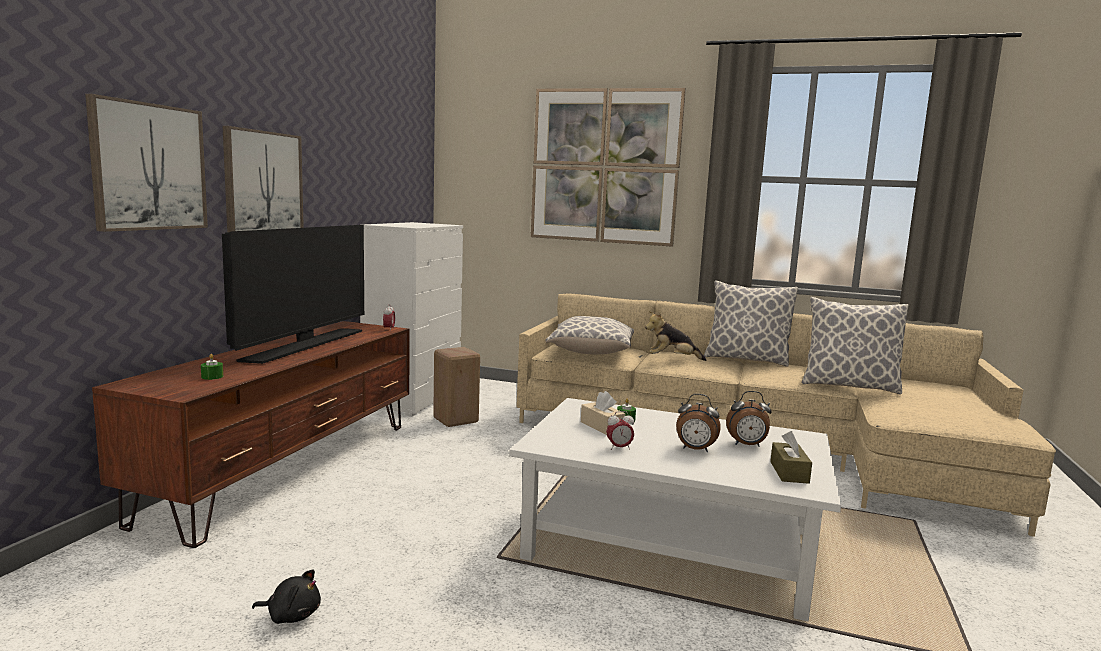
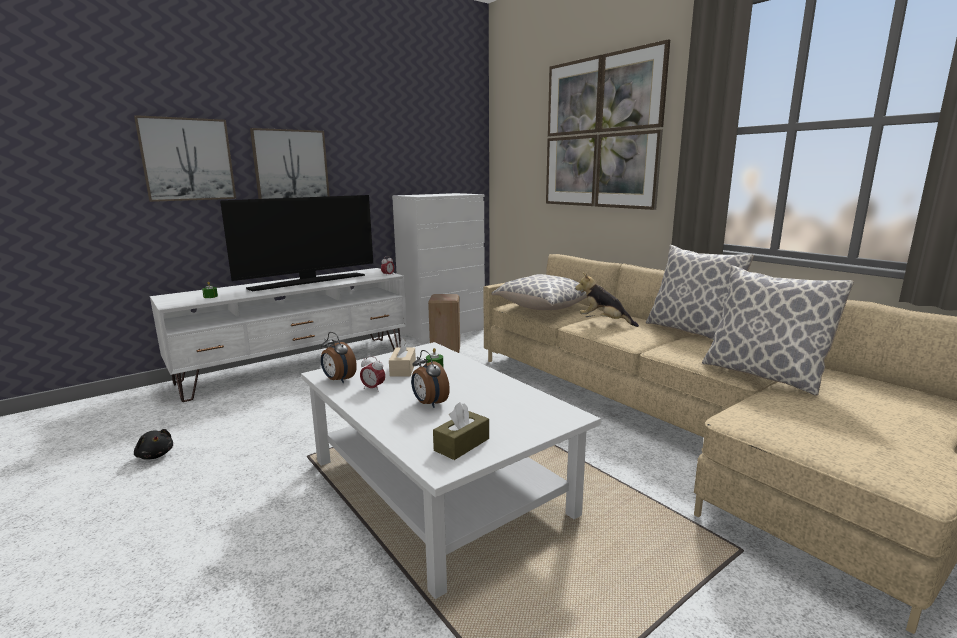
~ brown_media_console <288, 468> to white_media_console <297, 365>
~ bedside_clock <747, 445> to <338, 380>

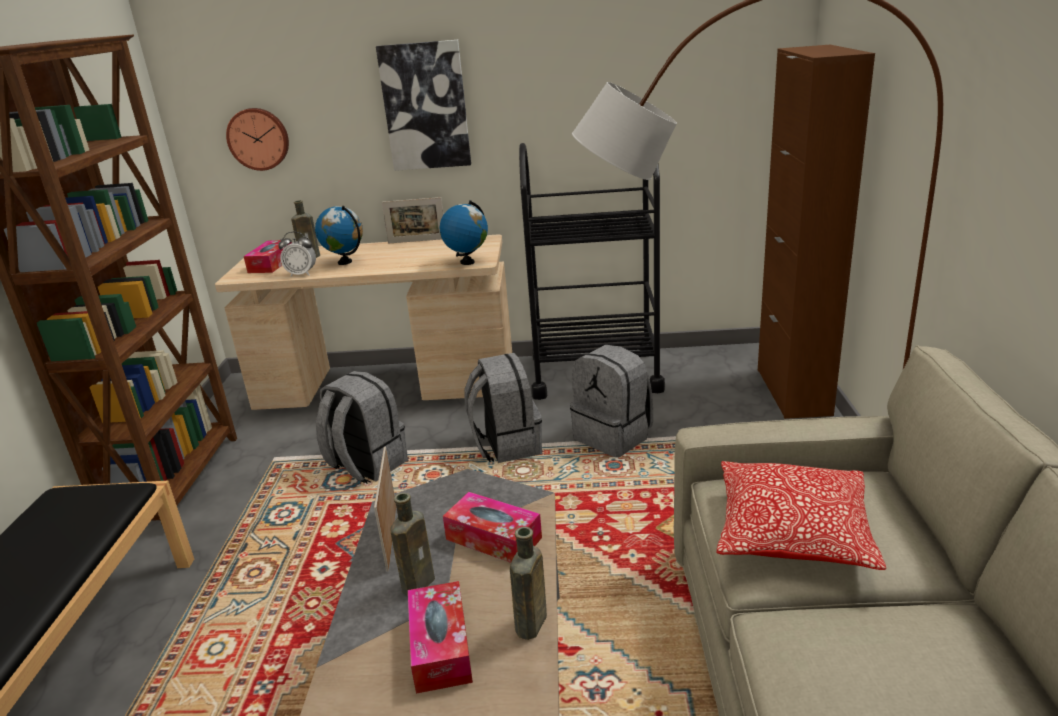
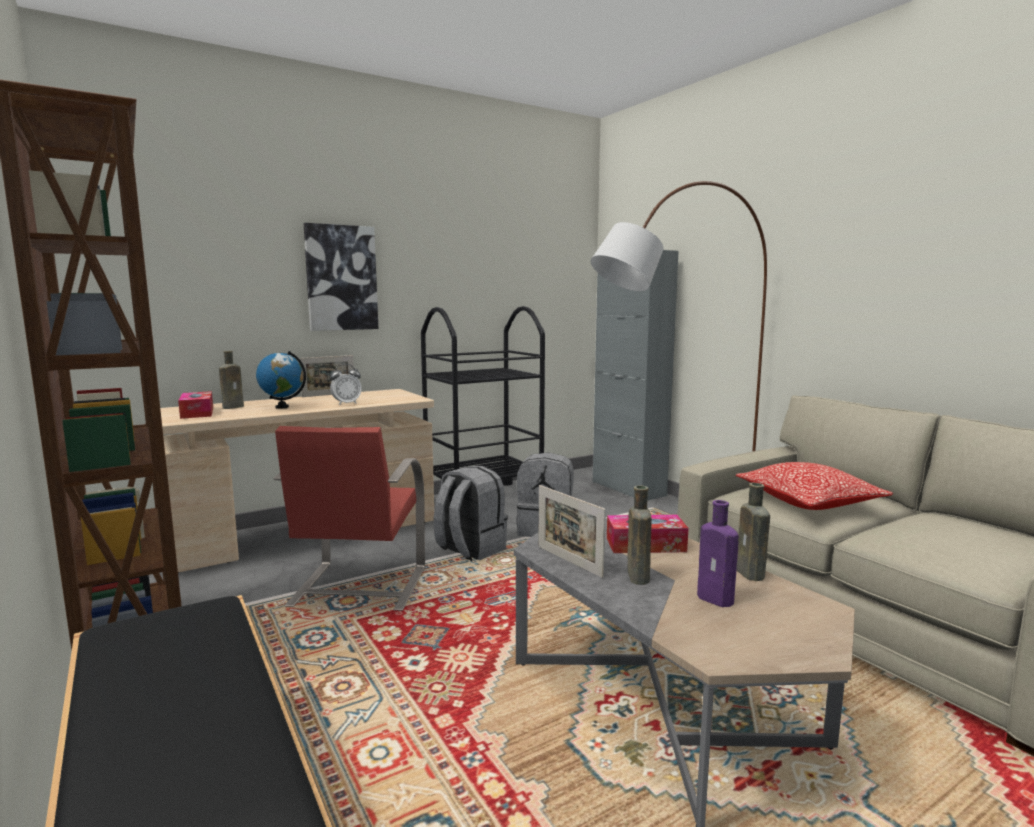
- wall_clock <258, 139>
~ bedside_clock <301, 274> to <346, 403>
~ greyish_backpack <366, 465> to red_plain_chair <357, 587>
~ tissue_holder <440, 647> to purple_drink_bottle <717, 600>
- desk_globe <467, 262>
~ brown_cabinet <793, 391> to greyish_cabinet <628, 488>

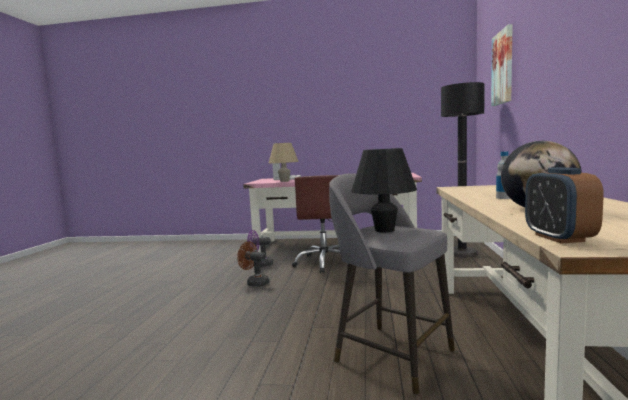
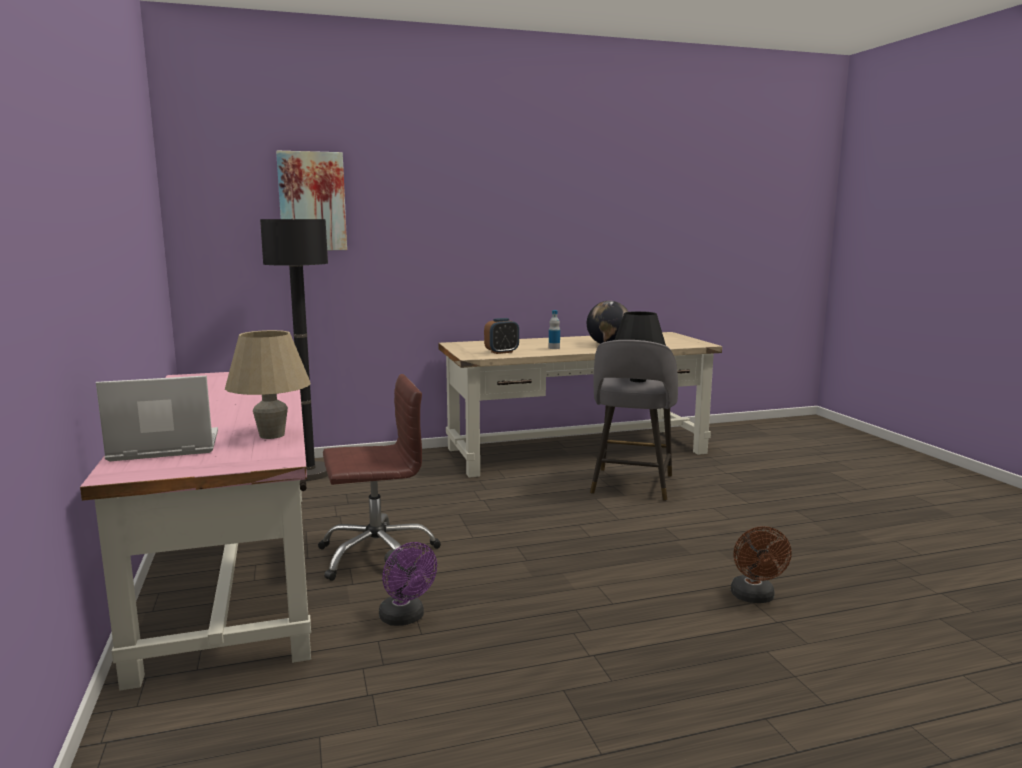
~ brown_cooling_fan <254, 283> to <754, 598>
~ bedside_clock <559, 238> to <502, 352>

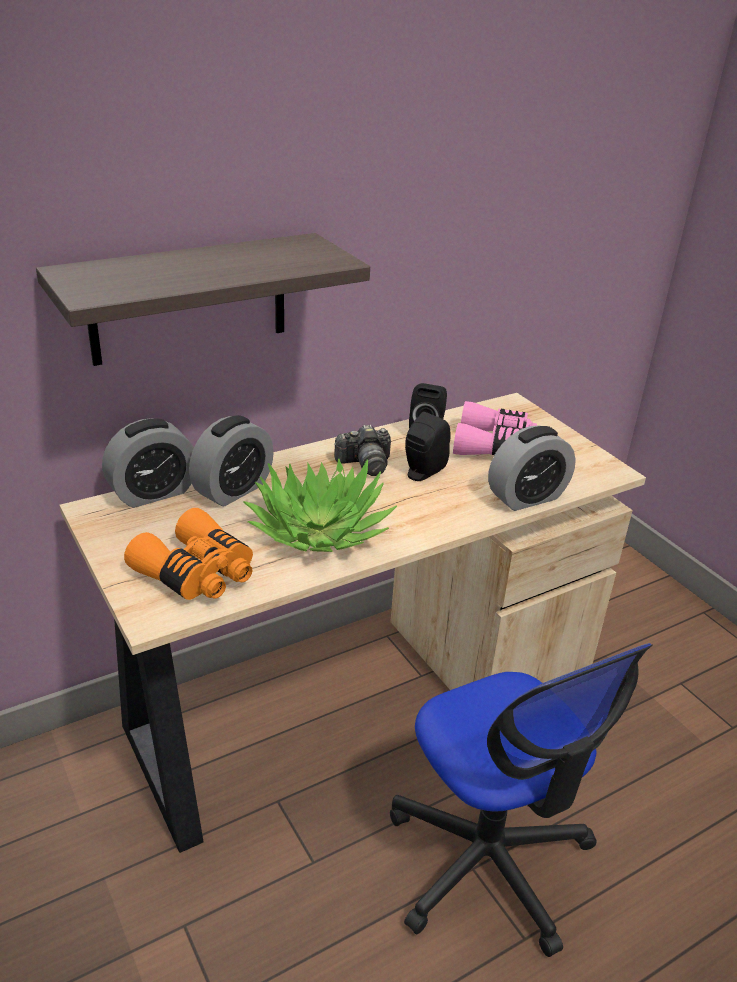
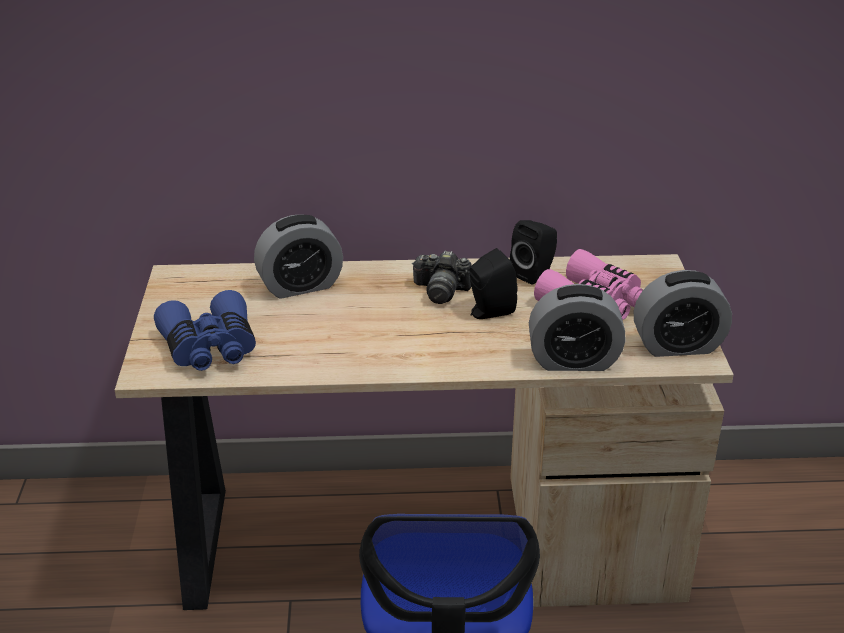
- bracket_shelf <189, 299>
~ bedside_clock <153, 493> to <677, 346>
~ orange_field_glasses <197, 573> to blue-coloured_field_glasses <210, 348>
- plant_in_a_pot <319, 529>

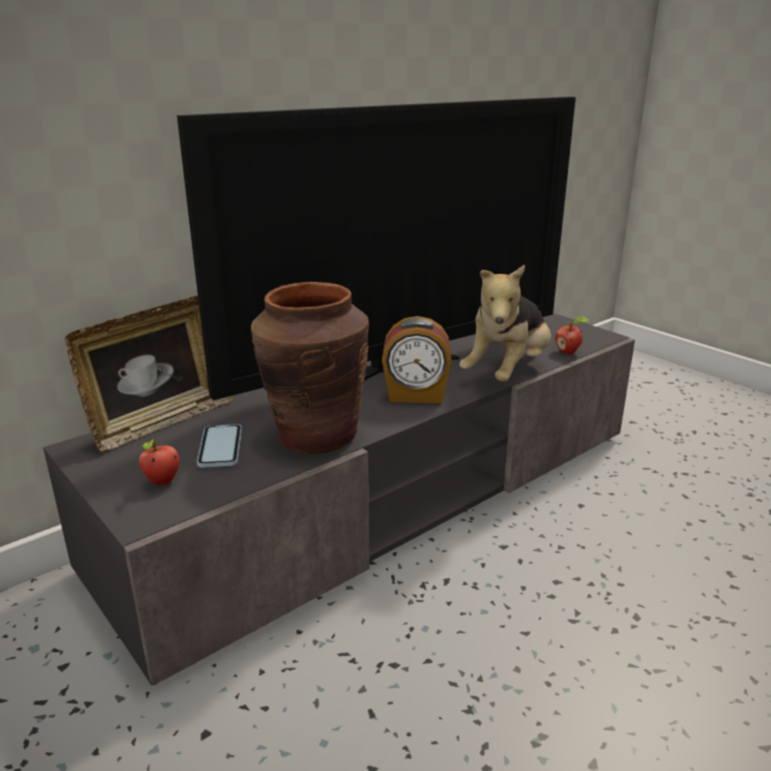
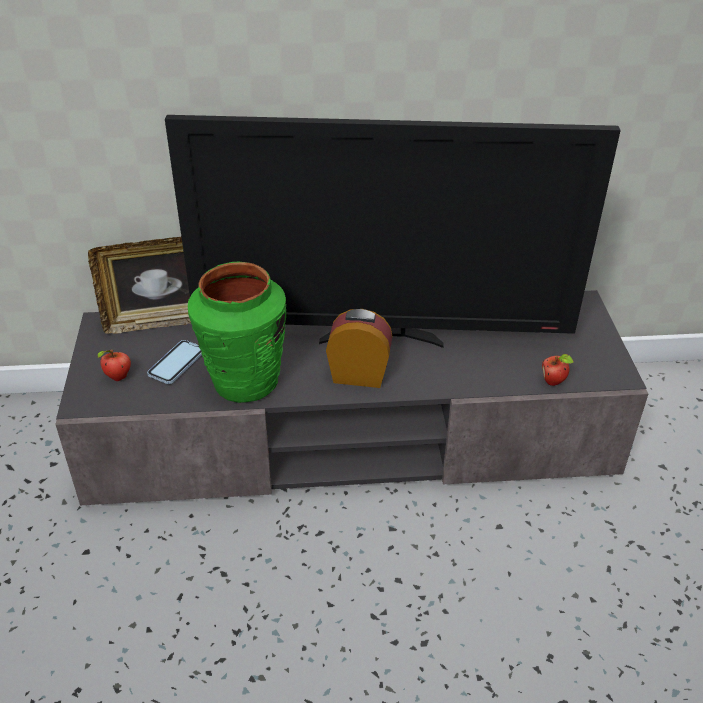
~ brown_decorative_vase <316, 436> to green_decorative_vase <245, 382>
~ bedside_clock <415, 396> = <359, 374> 150 degrees clockwise
- cuddly_toy <508, 372>

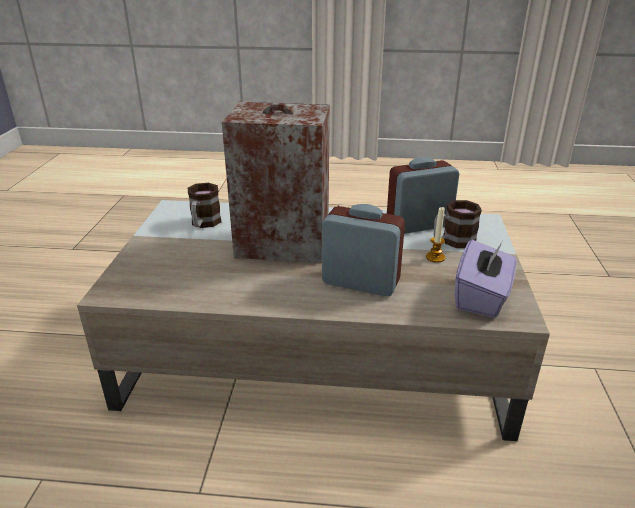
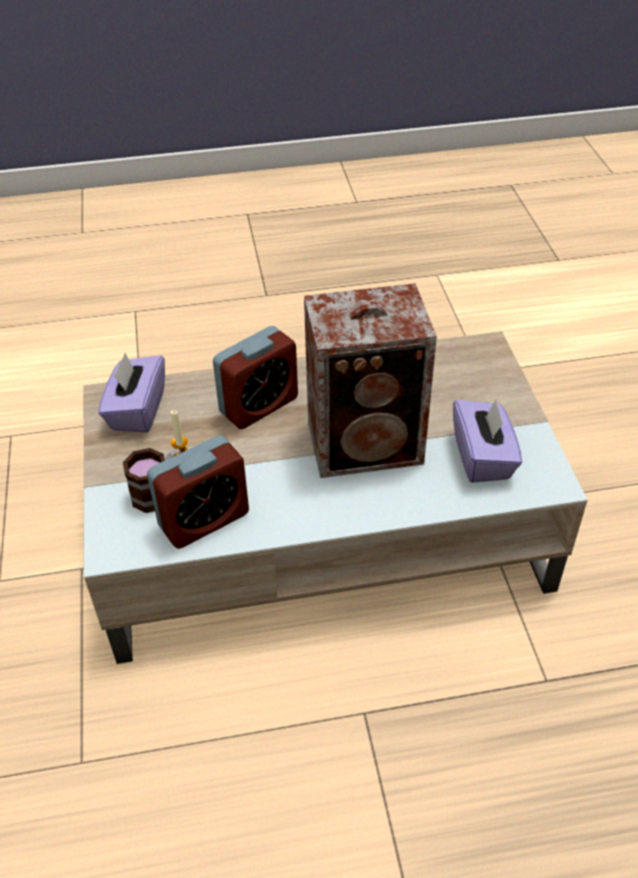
~ mug <204, 224> to purple_tissue_holder <483, 458>
~ bedside_clock <360, 282> = <259, 405> 45 degrees counterclockwise

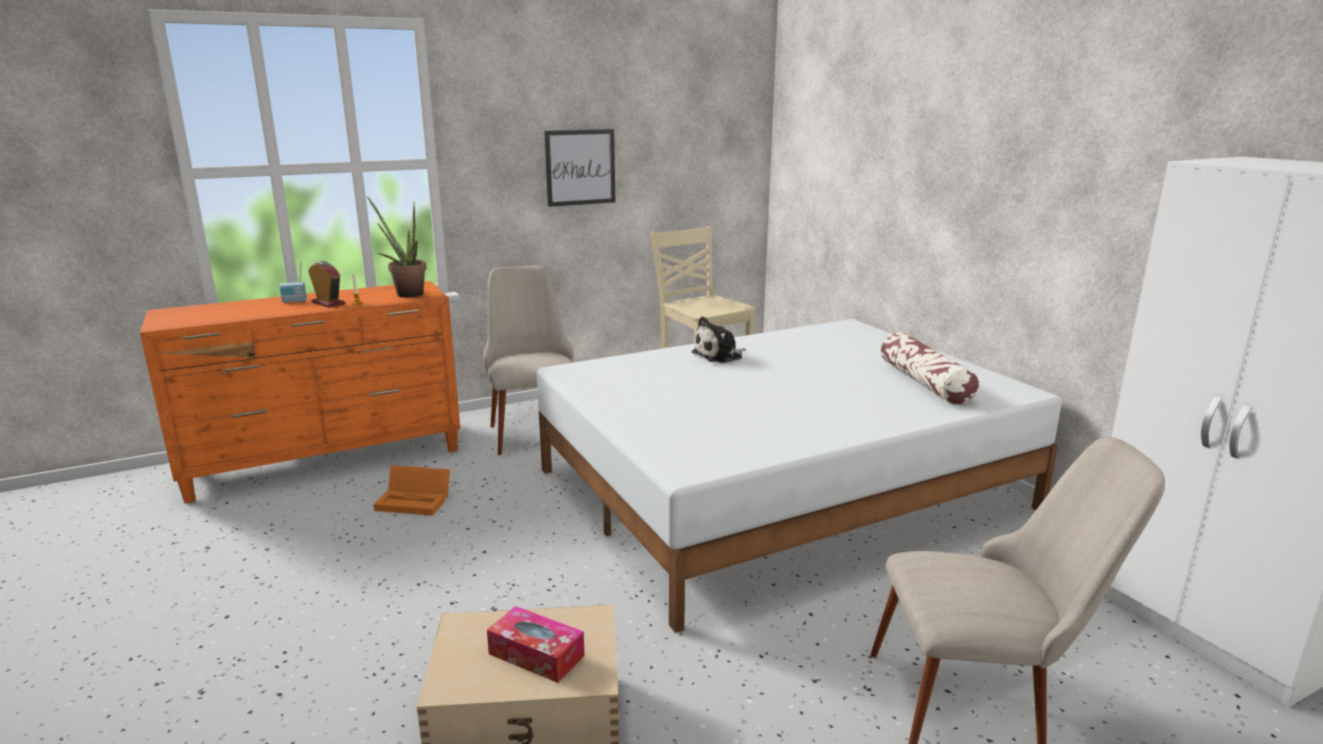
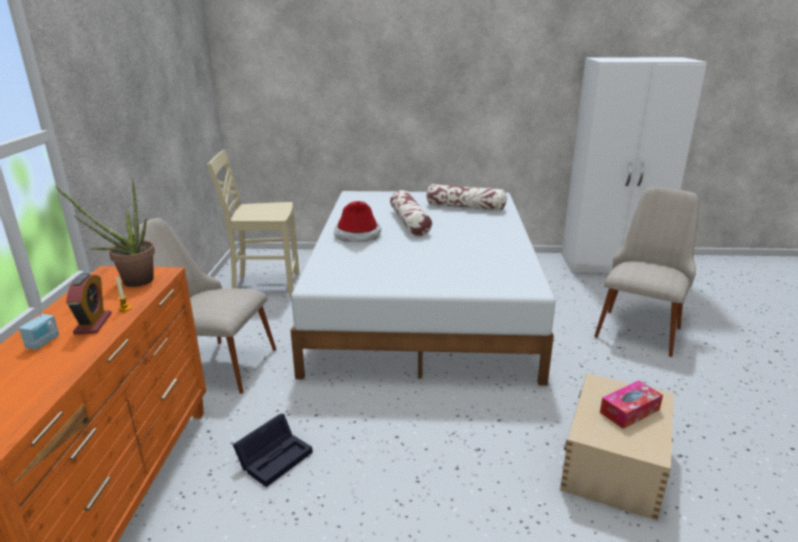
~ bedside_clock <328, 303> = <93, 323> 105 degrees clockwise
~ orange_storage_box <416, 501> to blackish_storage_box <276, 457>
- wall_art <580, 167>
~ cuddly_toy <720, 355> to wearable_hat <357, 235>
+ throw_pillow <410, 222>

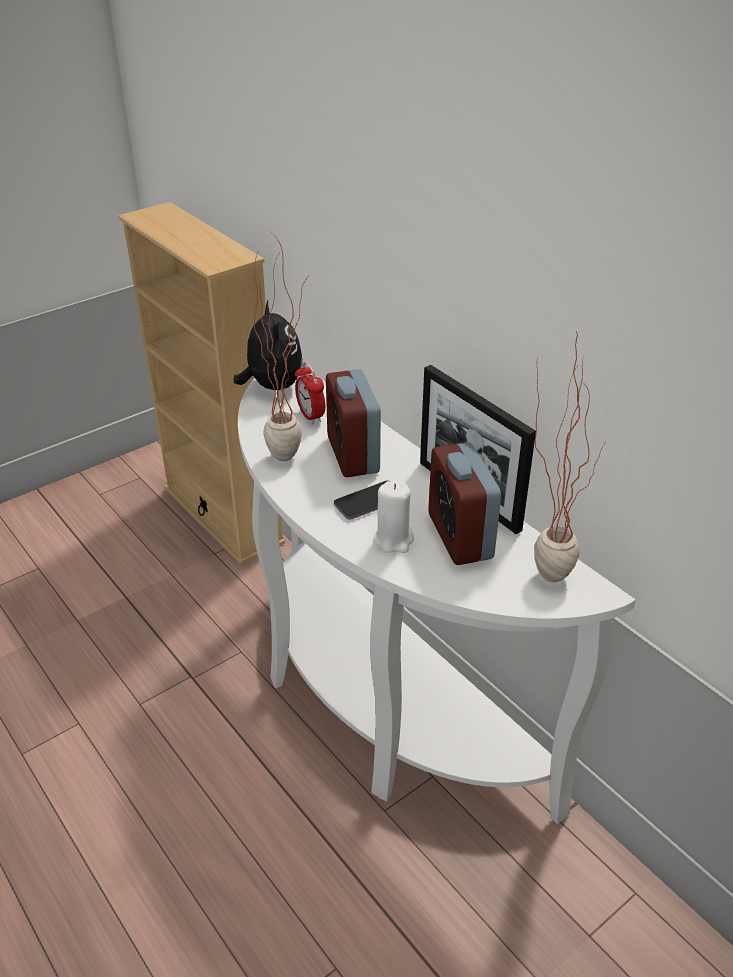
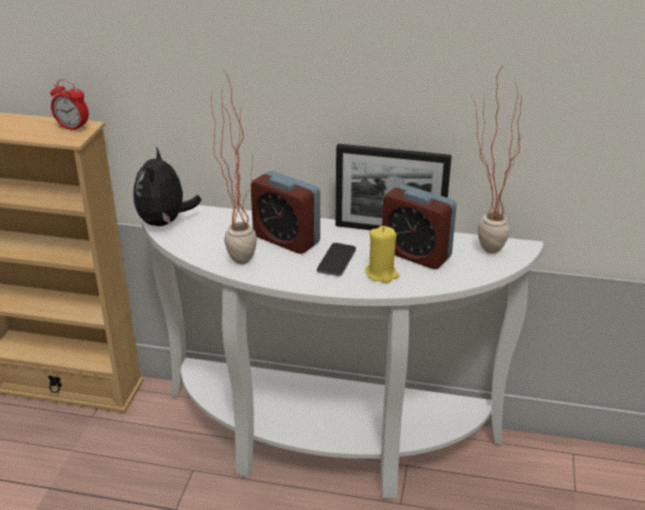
~ cuddly_toy <272, 386> = <165, 222> 120 degrees counterclockwise
~ bedside_clock <310, 416> to <73, 128>
~ white_candle <394, 539> to yellow_candle <382, 274>

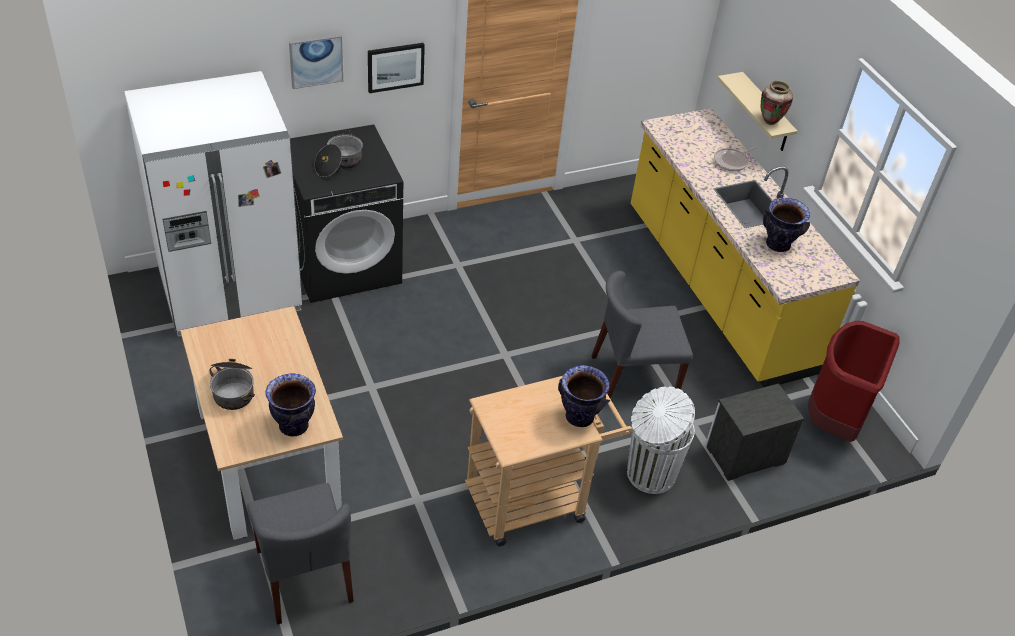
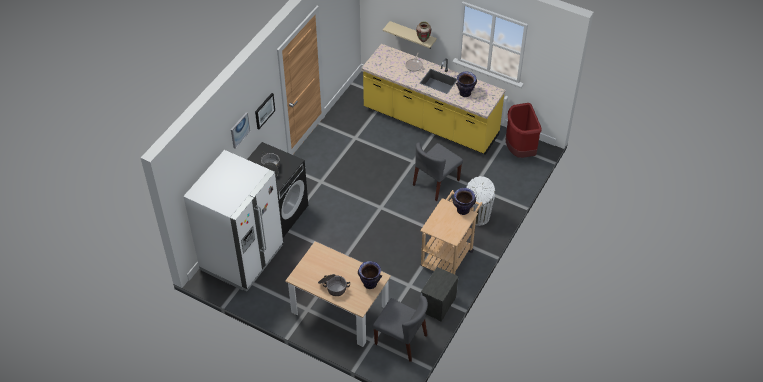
~ nightstand <744, 454> to <437, 305>

